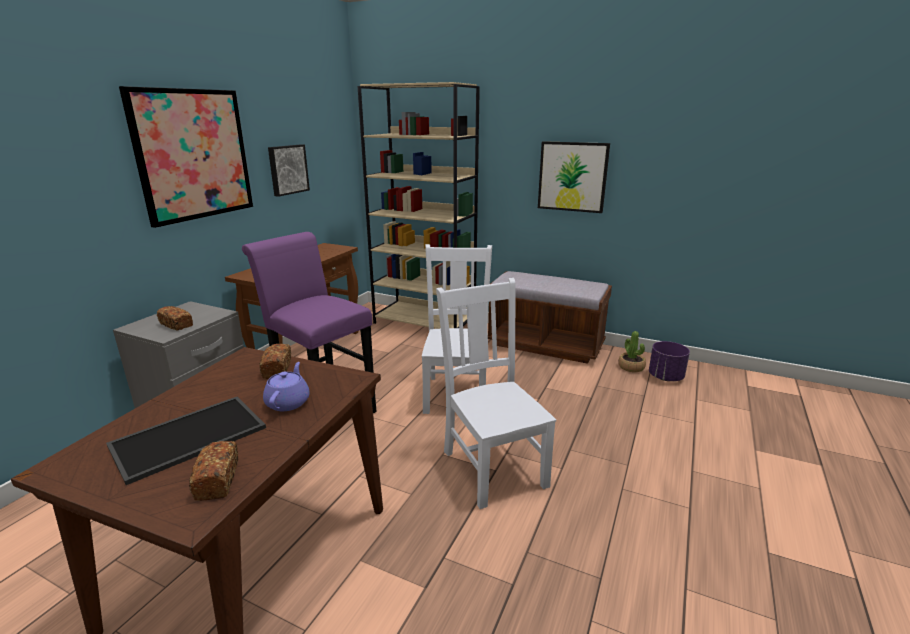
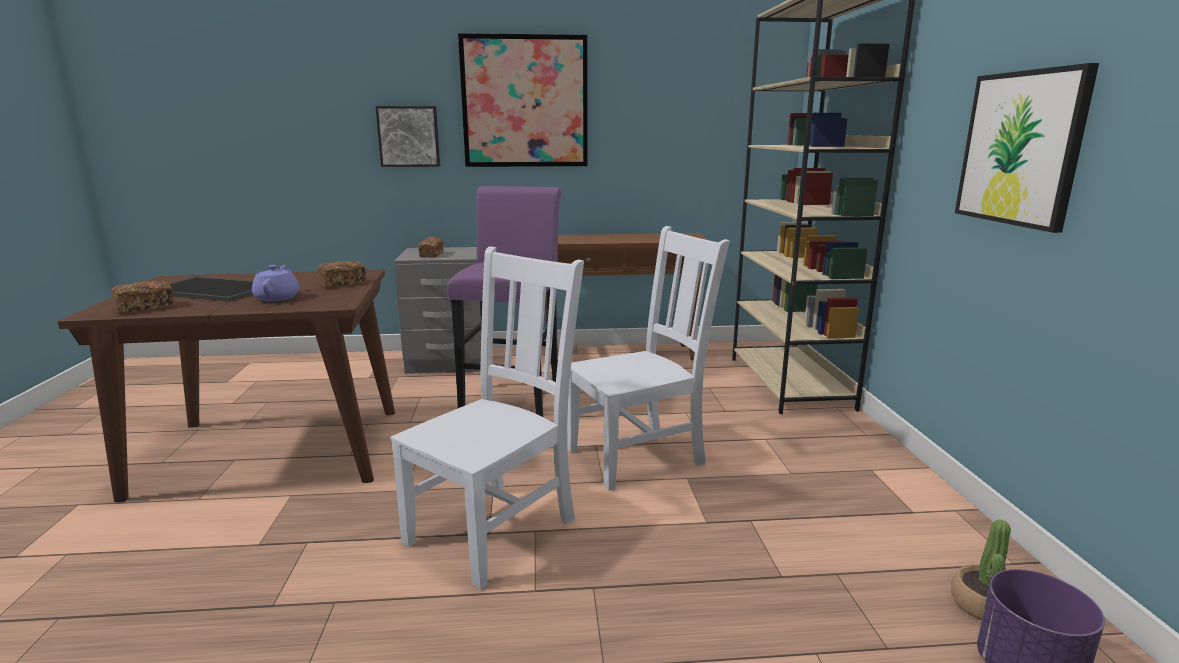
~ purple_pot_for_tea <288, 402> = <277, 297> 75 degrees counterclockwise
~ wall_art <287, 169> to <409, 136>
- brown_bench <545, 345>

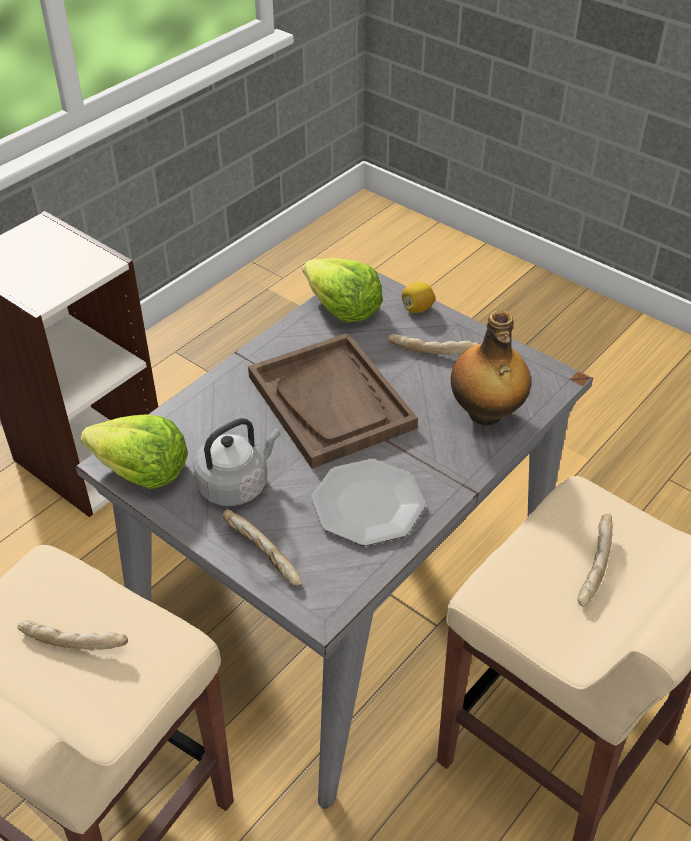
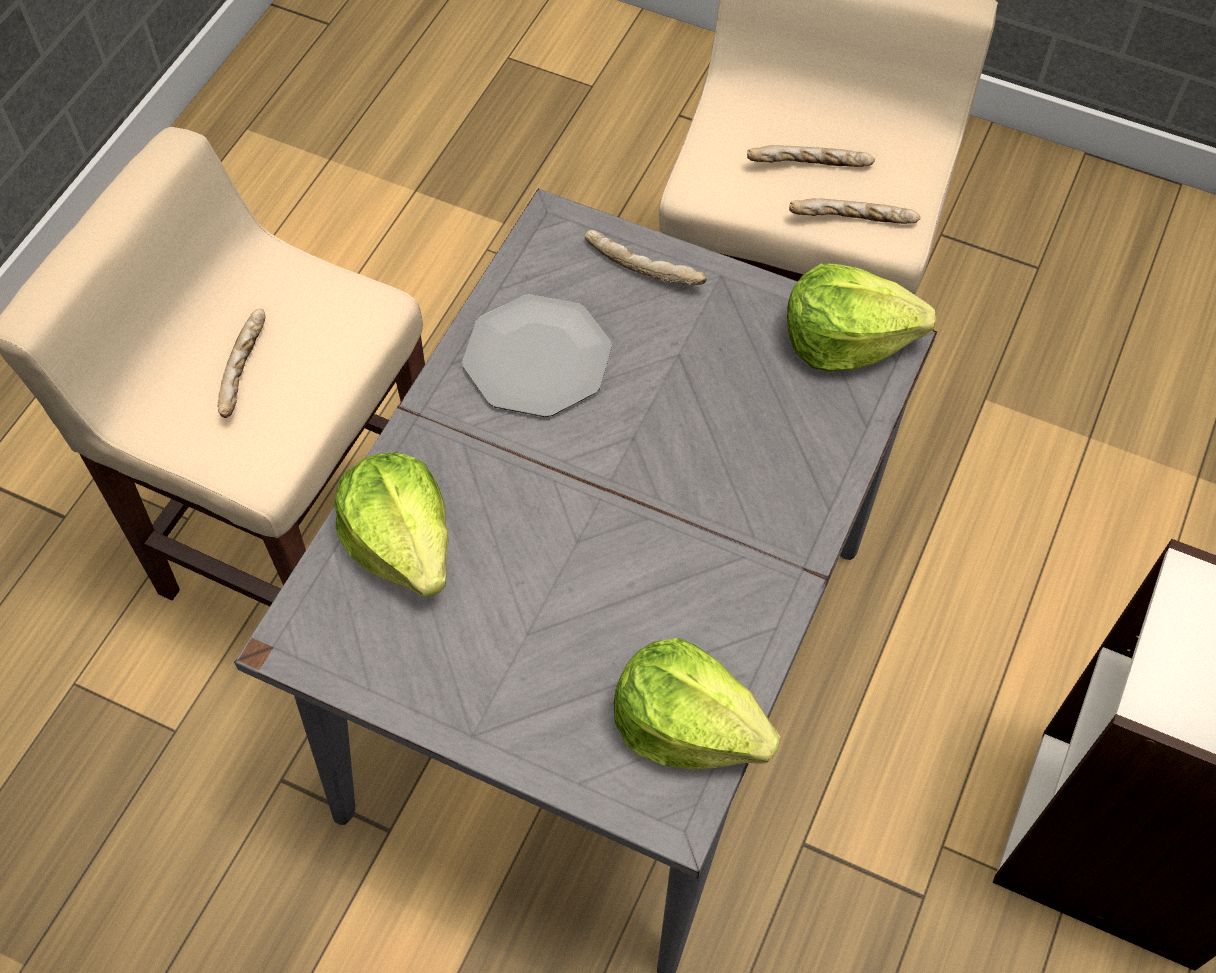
- greyish_kettle <236, 484>
- brown_serving_tray <331, 402>
~ bread <433, 350> to <852, 222>
- whole_lemon <417, 308>
~ drink_bottle <485, 413> to lettuce_head <402, 542>

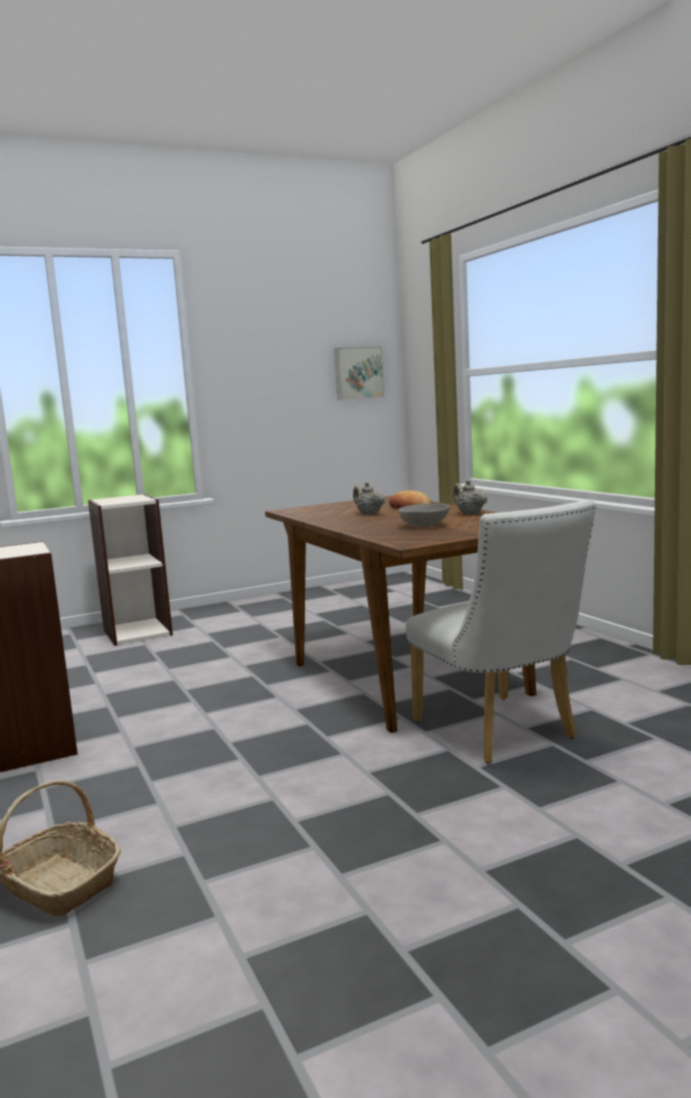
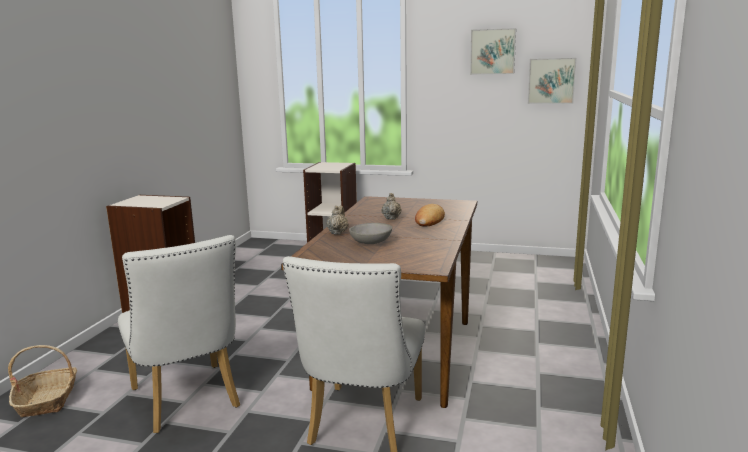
~ beige_pot_for_tea <469, 513> to <338, 233>
+ white_plain_chair <188, 402>
+ wall_art <492, 51>

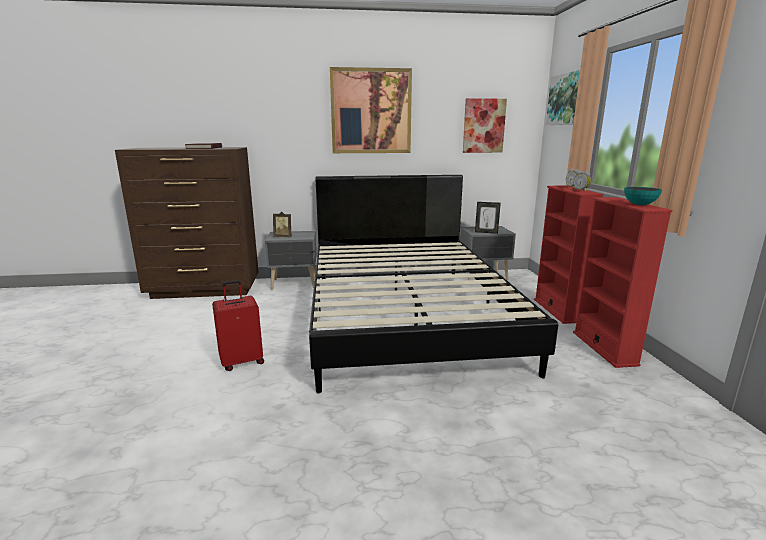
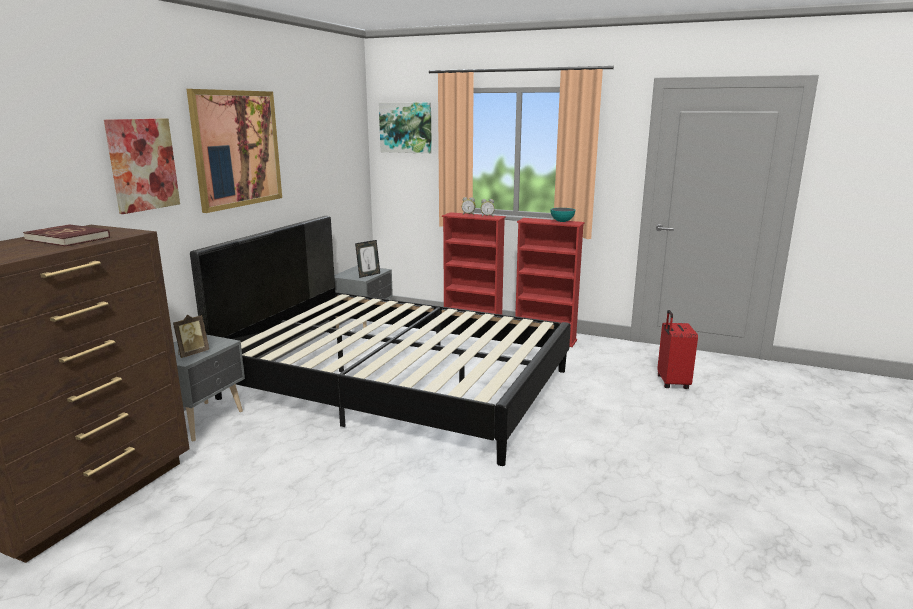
~ red_piece_of_luggage <242, 361> to <671, 383>
~ wall_art <483, 126> to <142, 164>

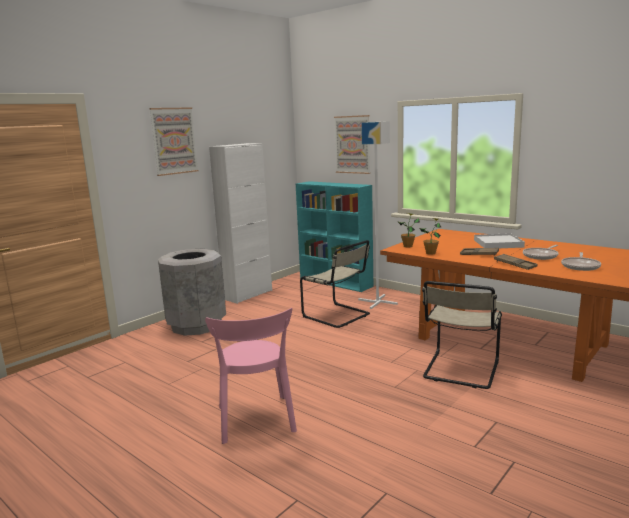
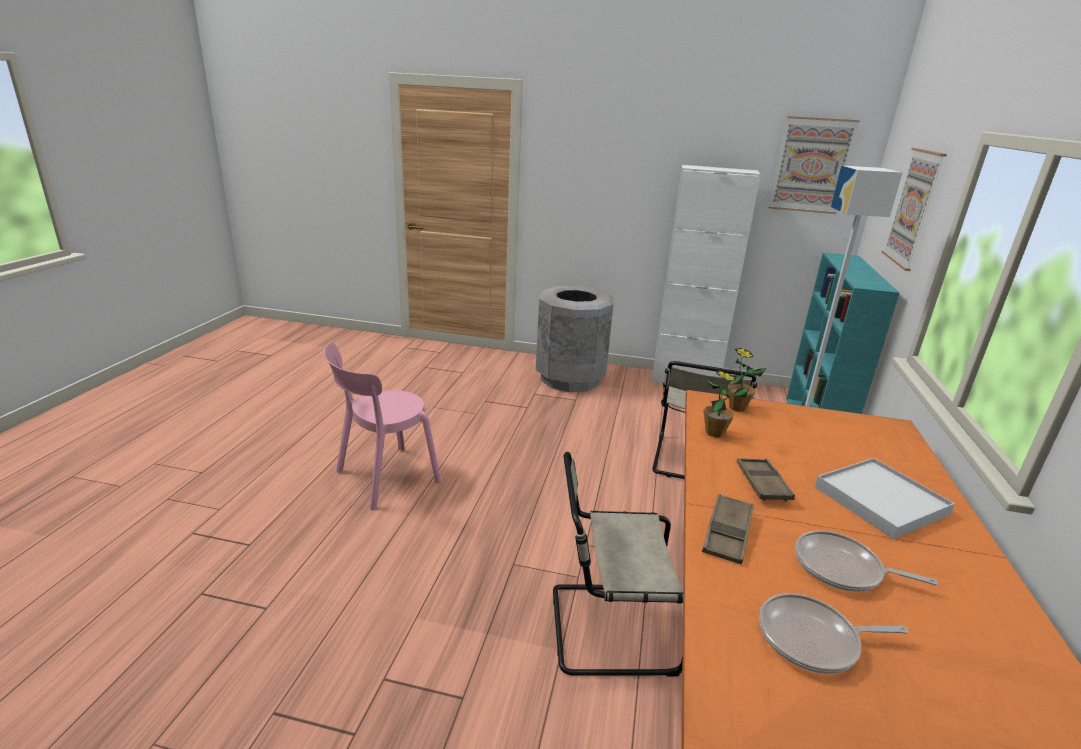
~ wall_art <174, 141> to <811, 165>

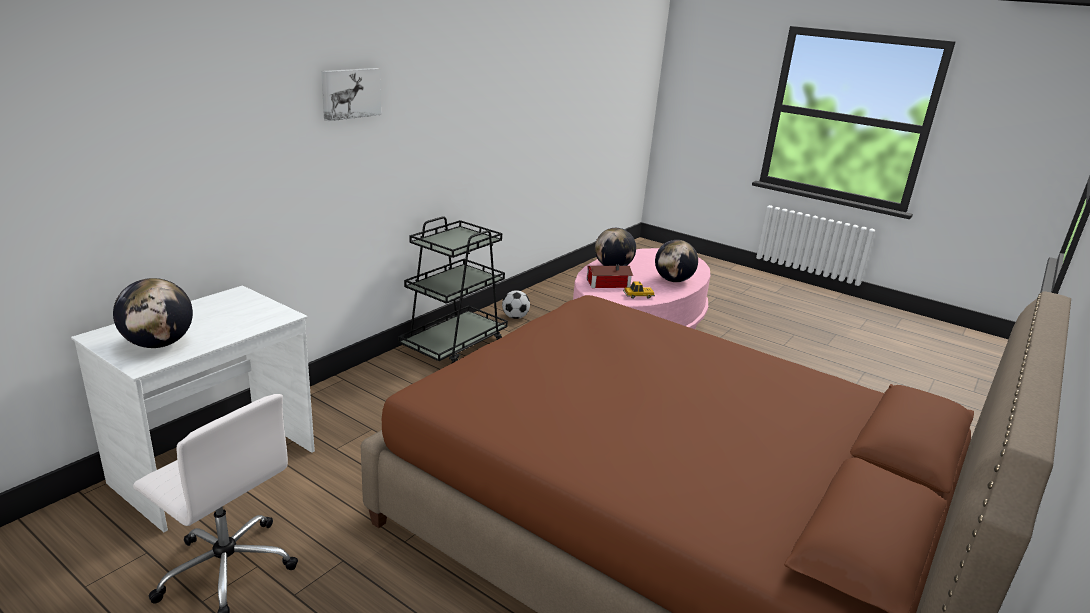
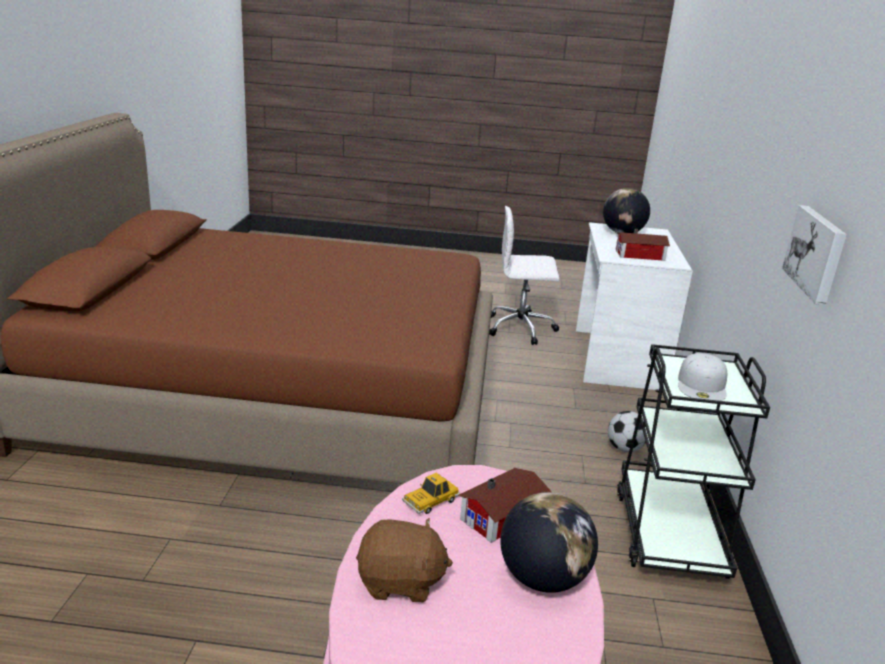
~ wall_art <350, 93> to <817, 253>
~ football_ball <515, 317> to <624, 449>
~ desk_globe <673, 280> to brown_cuddly_toy <400, 582>
+ model_house <641, 255>
+ white_baseball_cap <702, 385>

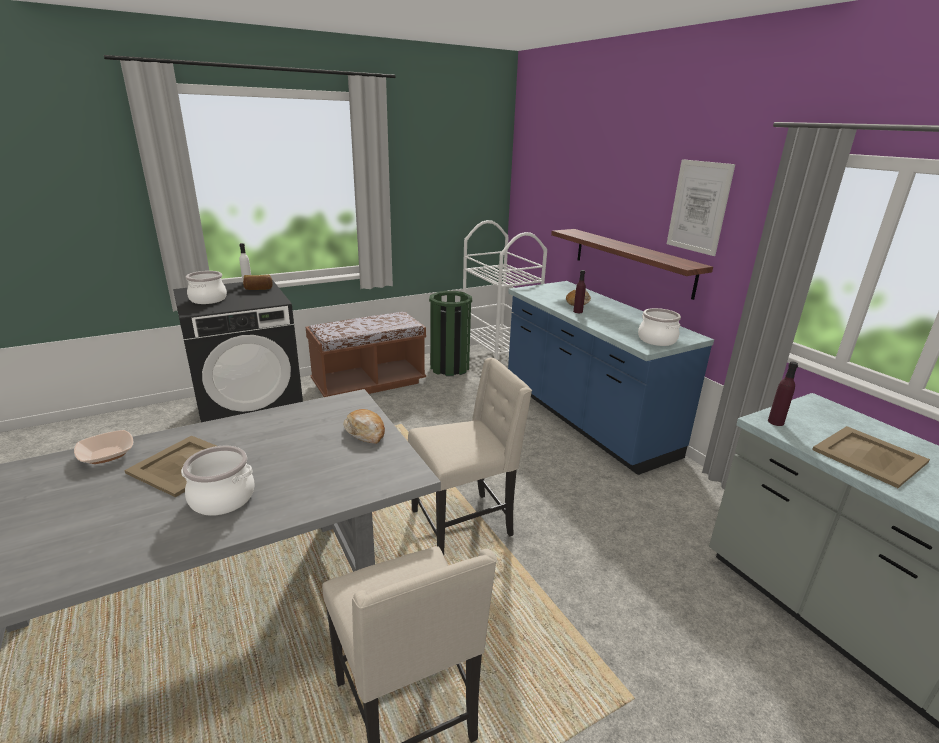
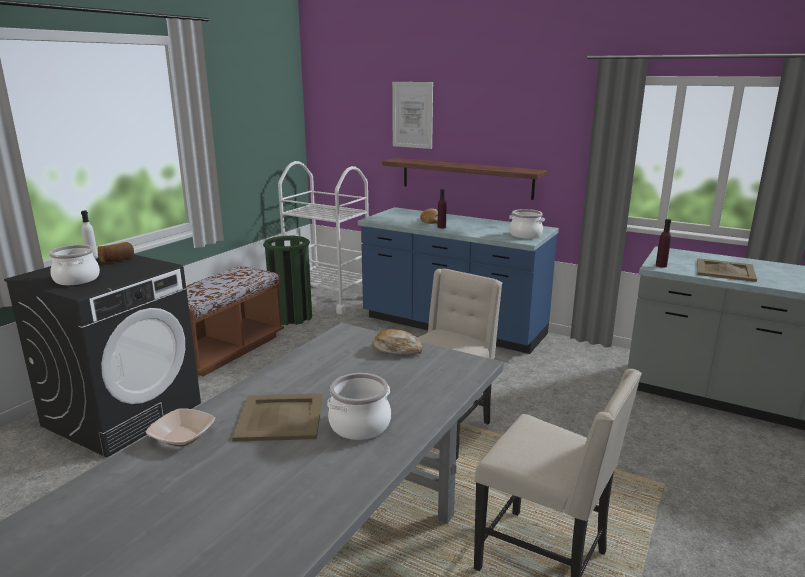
~ wall_art <699, 207> to <412, 115>

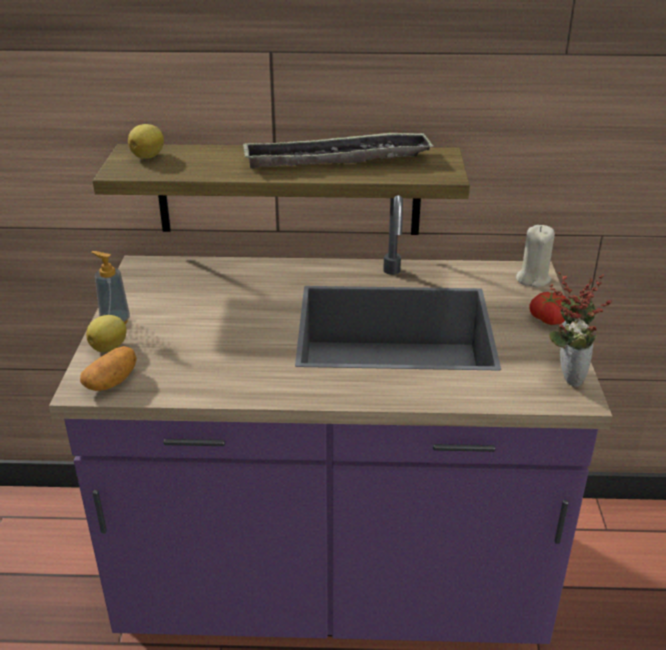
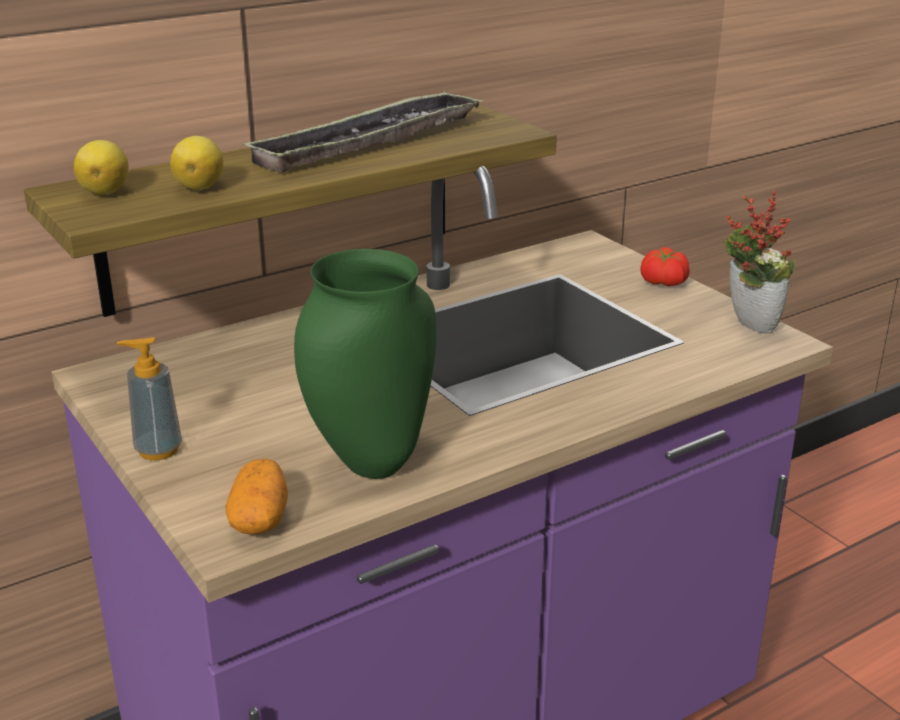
~ whole_lemon <110, 347> to <200, 187>
- beige_candle <533, 279>
+ green_decorative_vase <373, 465>

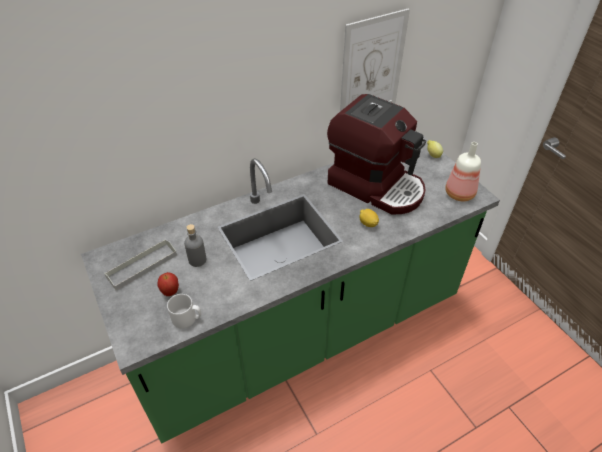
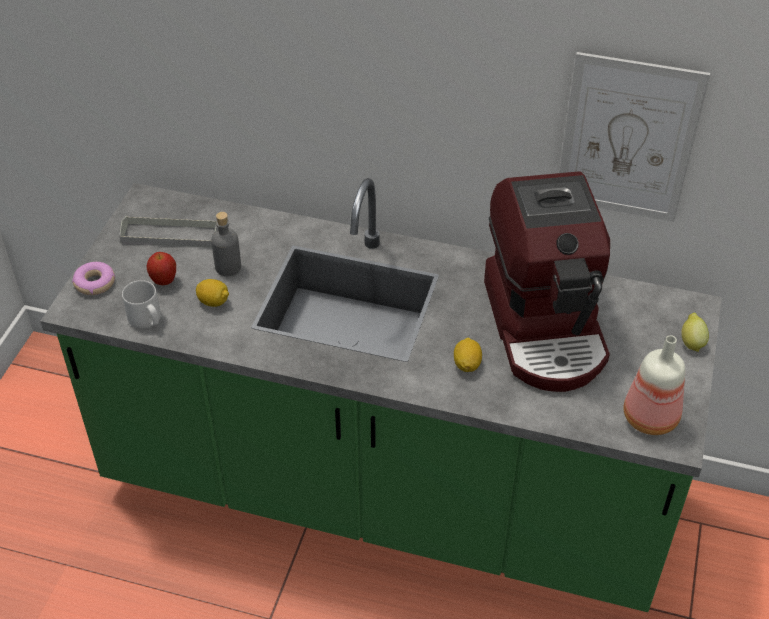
+ donut <95, 283>
+ whole_lemon <214, 302>

